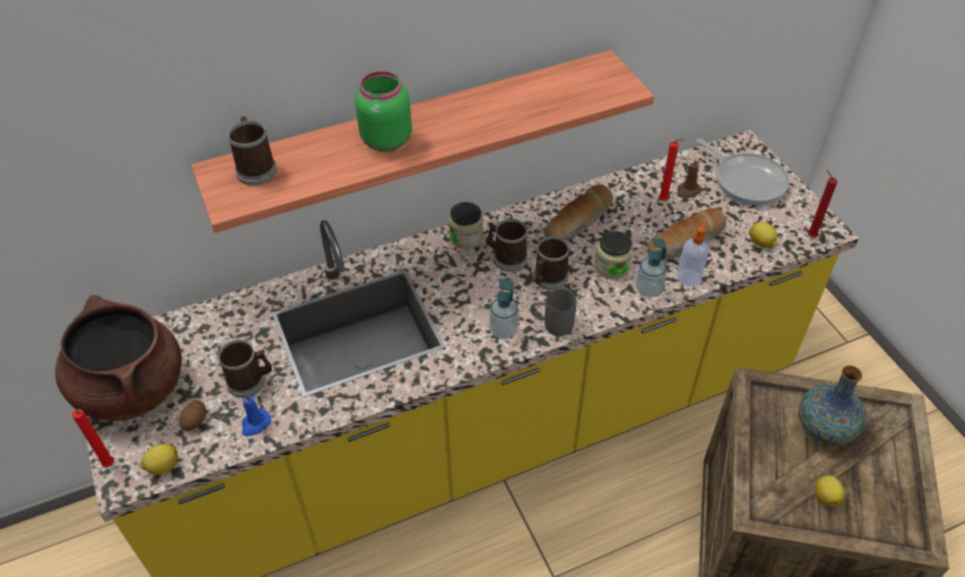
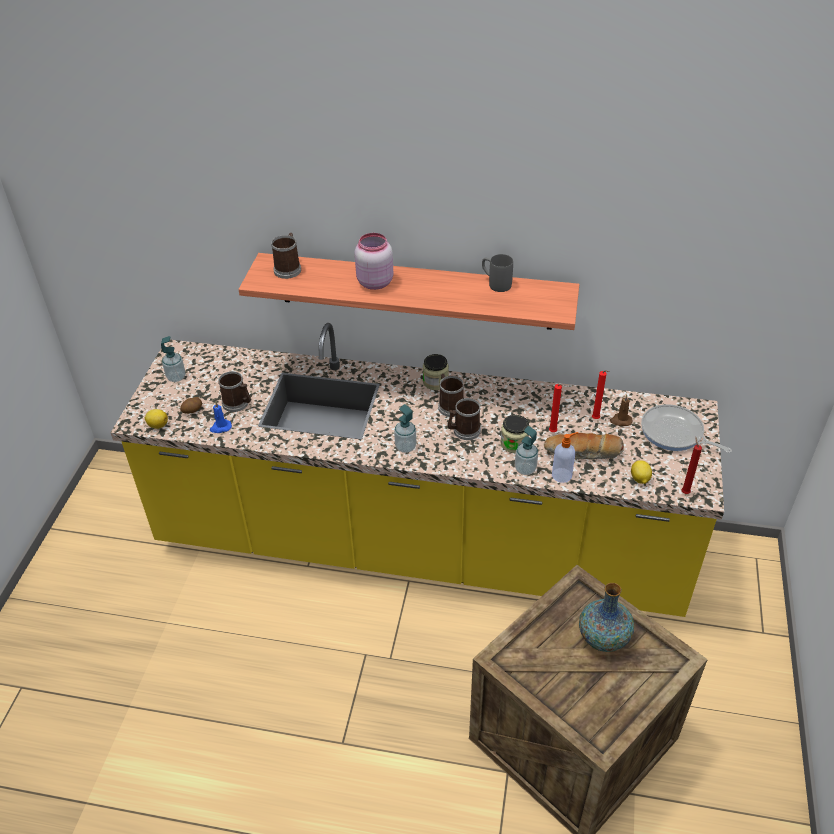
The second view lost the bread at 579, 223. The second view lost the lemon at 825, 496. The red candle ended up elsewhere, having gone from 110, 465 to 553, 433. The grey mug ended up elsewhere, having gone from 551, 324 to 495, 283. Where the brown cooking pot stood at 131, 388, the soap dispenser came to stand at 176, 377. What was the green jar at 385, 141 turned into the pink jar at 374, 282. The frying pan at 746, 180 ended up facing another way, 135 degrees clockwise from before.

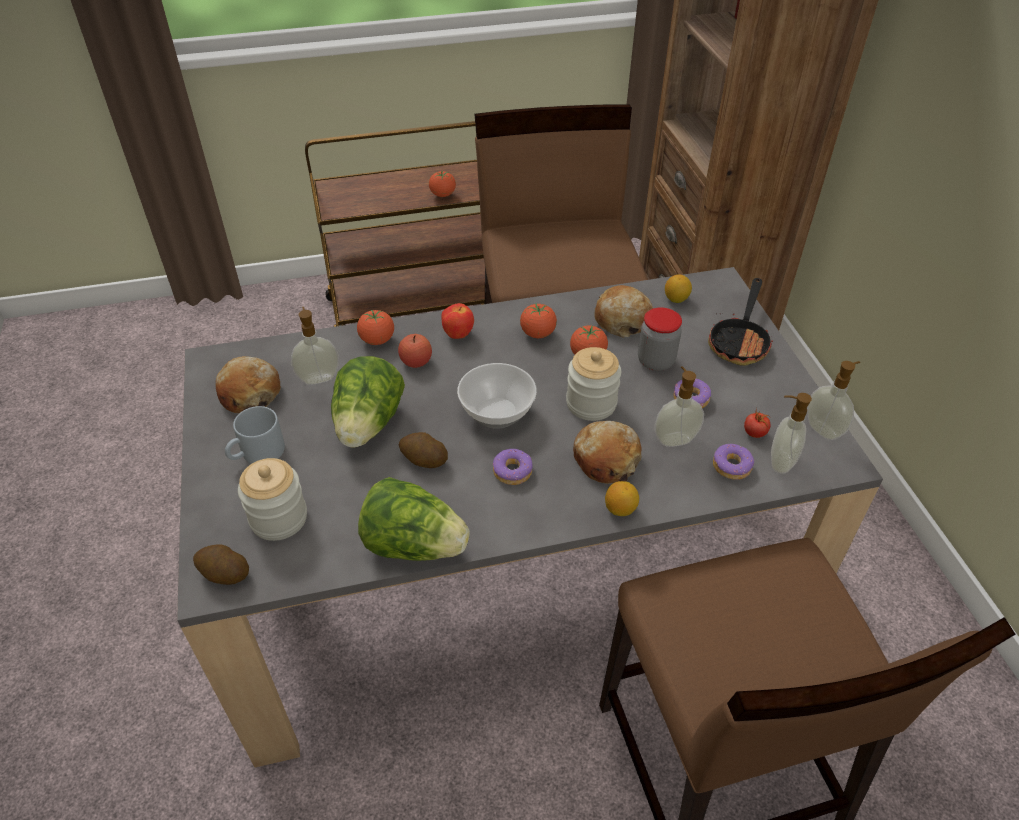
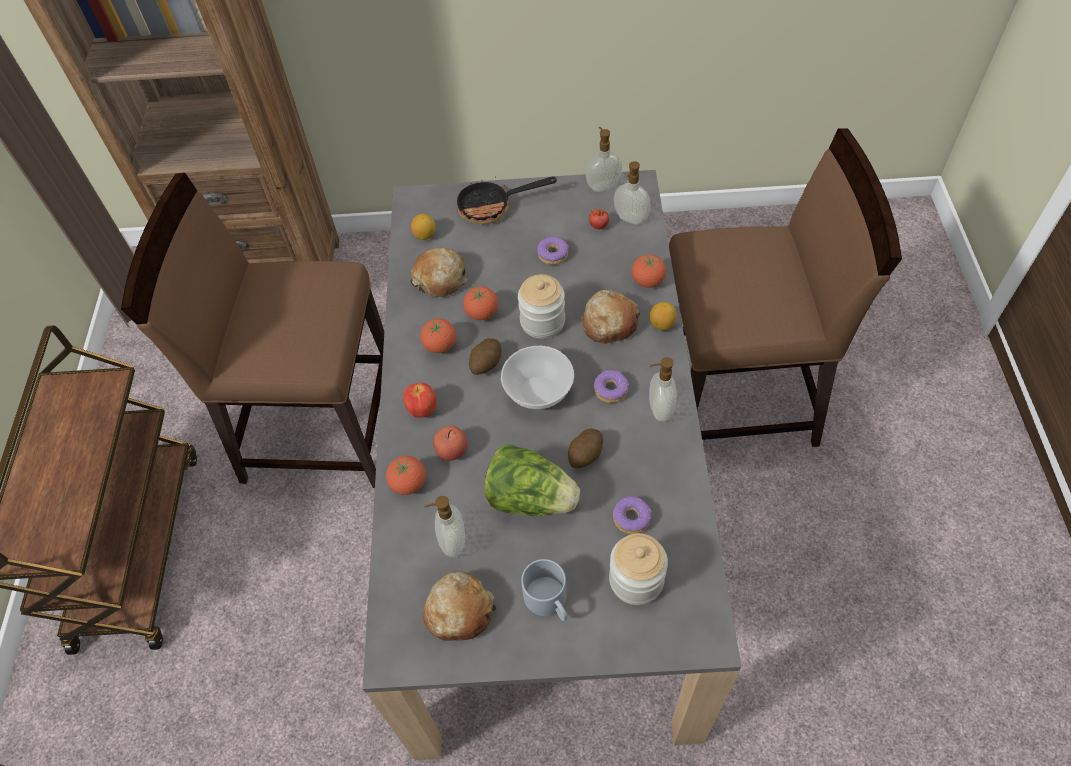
The second view lost the lettuce at 414, 545. The second view lost the jar at 655, 361. The potato ended up elsewhere, having gone from 224, 574 to 486, 364. The tomato ended up elsewhere, having gone from 442, 195 to 647, 281. The soap dispenser ended up elsewhere, having gone from 674, 439 to 659, 409. The donut ended up elsewhere, having gone from 732, 466 to 631, 518. The frying pan at 740, 341 ended up facing another way, 135 degrees clockwise from before.

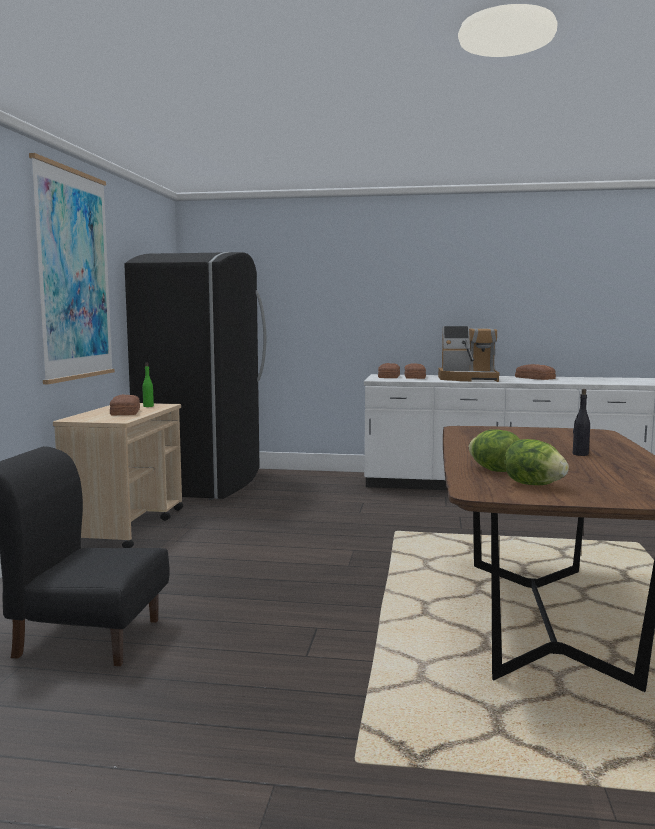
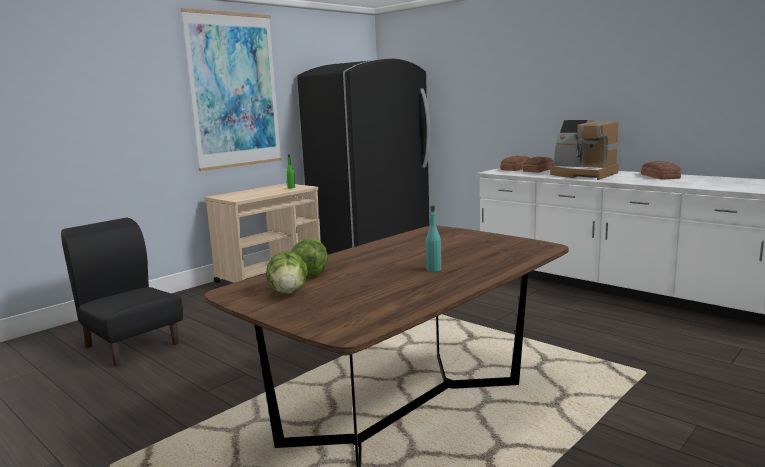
The second view lost the bread at 124, 412. What was the black bottle at 580, 454 turned into the turquoise bottle at 433, 269.

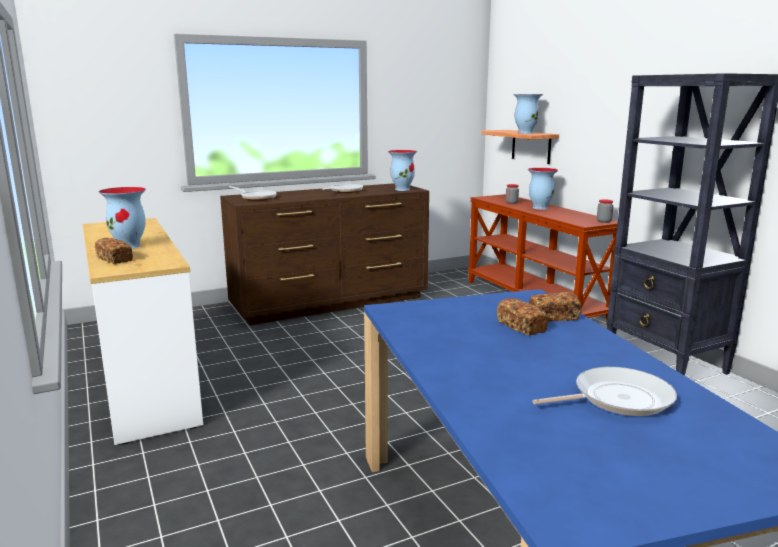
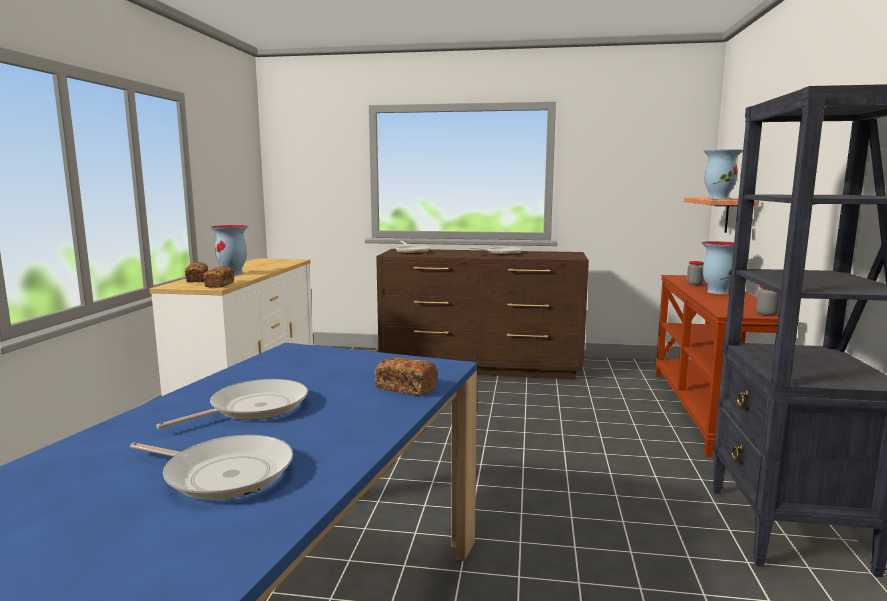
The second view lost the vase at 402, 189. The second view gained the frying pan at 253, 408. The bread ended up elsewhere, having gone from 521, 327 to 220, 285.

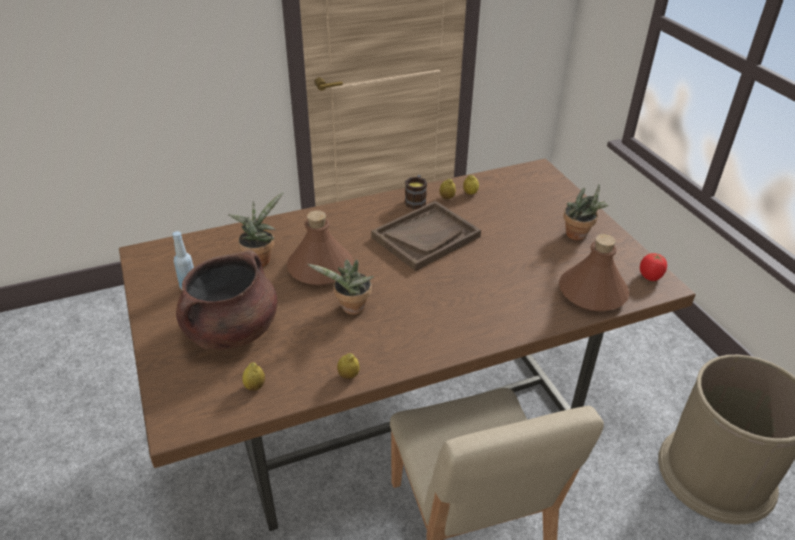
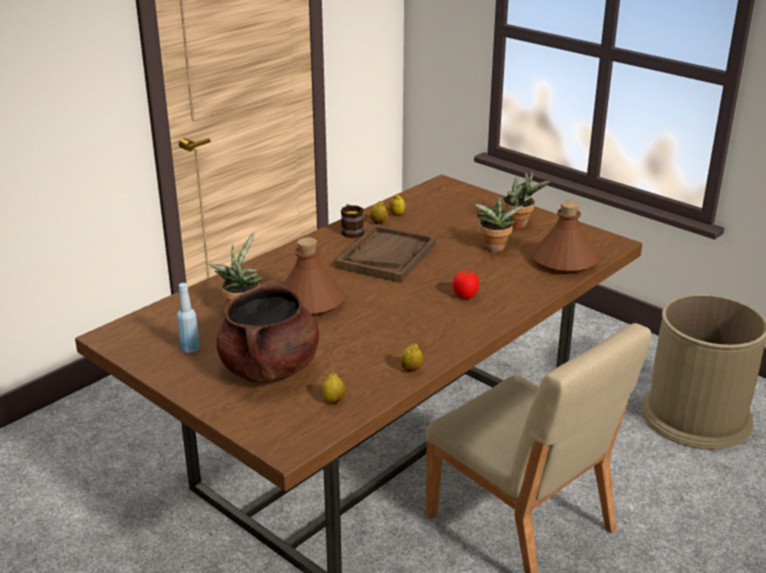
The potted plant ended up elsewhere, having gone from 350, 309 to 494, 249. The tomato ended up elsewhere, having gone from 650, 276 to 465, 295.

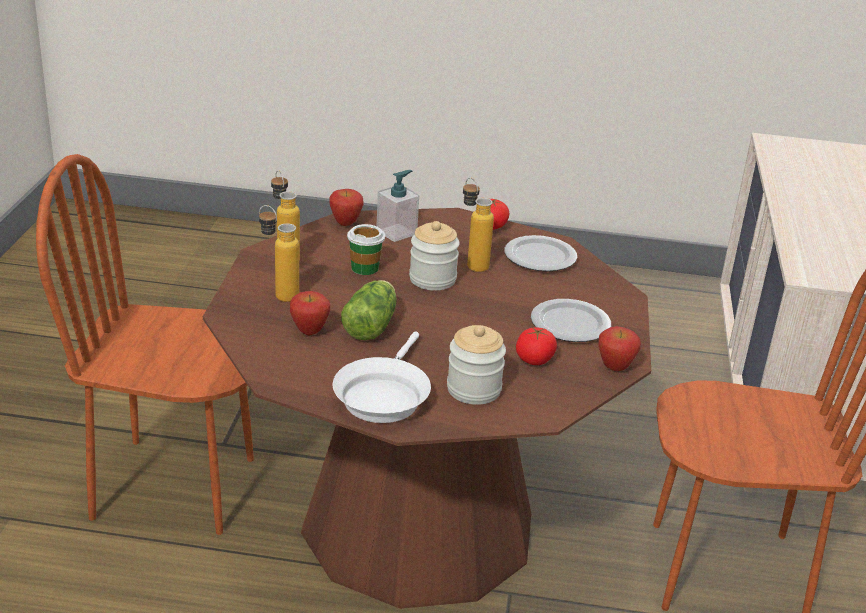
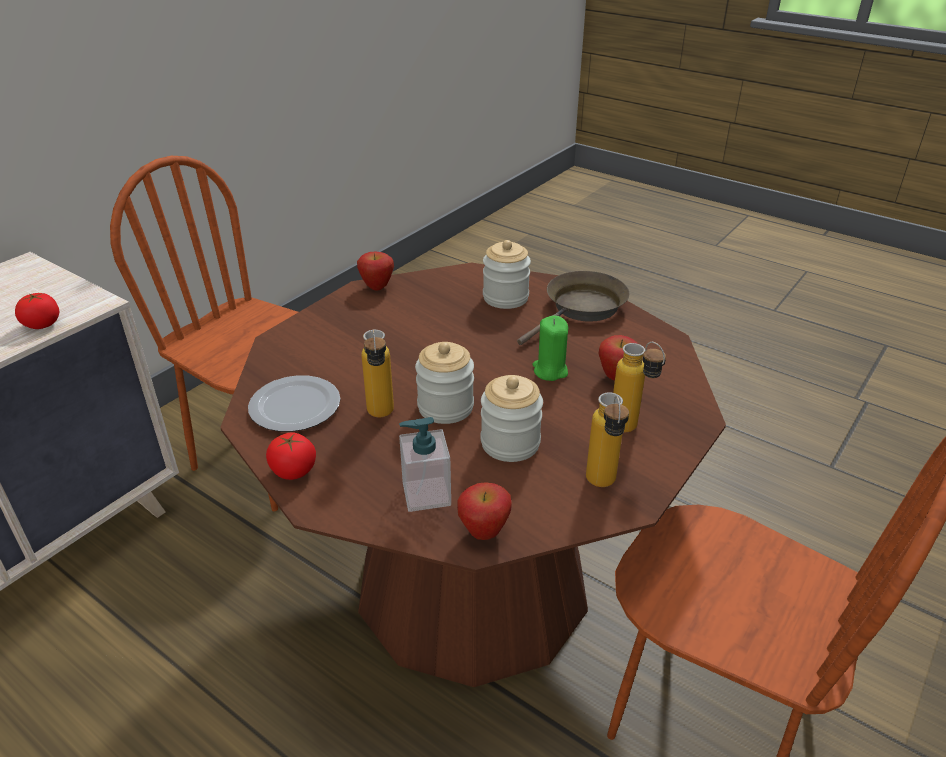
The second view lost the plate at 571, 324. The tomato ended up elsewhere, having gone from 534, 360 to 42, 324. Where the lettuce stood at 372, 324, the green candle came to stand at 550, 370. Where the cup stood at 365, 268, the jar came to stand at 510, 443. What was the white frying pan at 383, 396 turned into the brown frying pan at 581, 309.

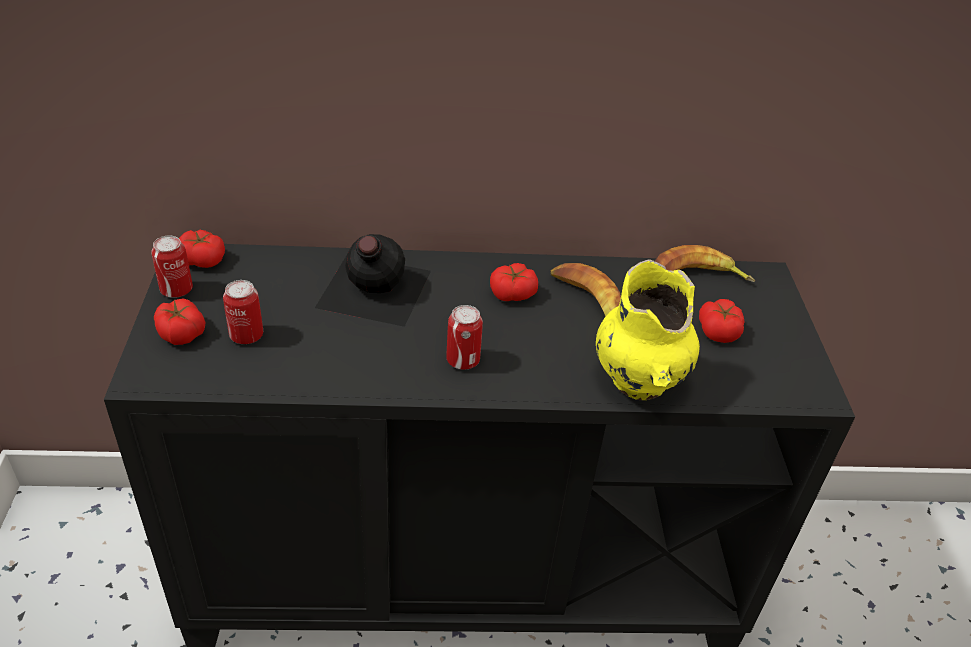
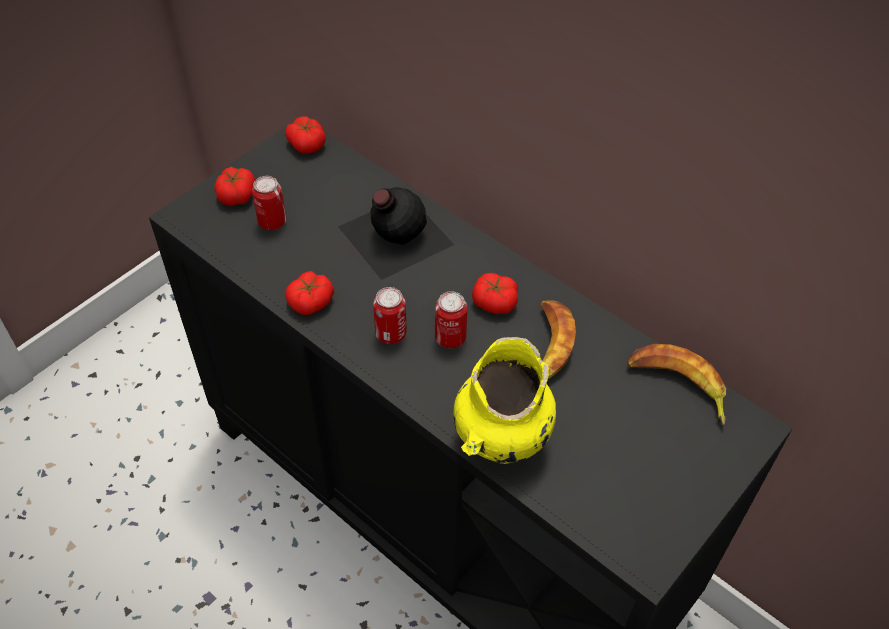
The can ended up elsewhere, having gone from 176, 290 to 450, 338. The tomato ended up elsewhere, having gone from 718, 331 to 311, 301.

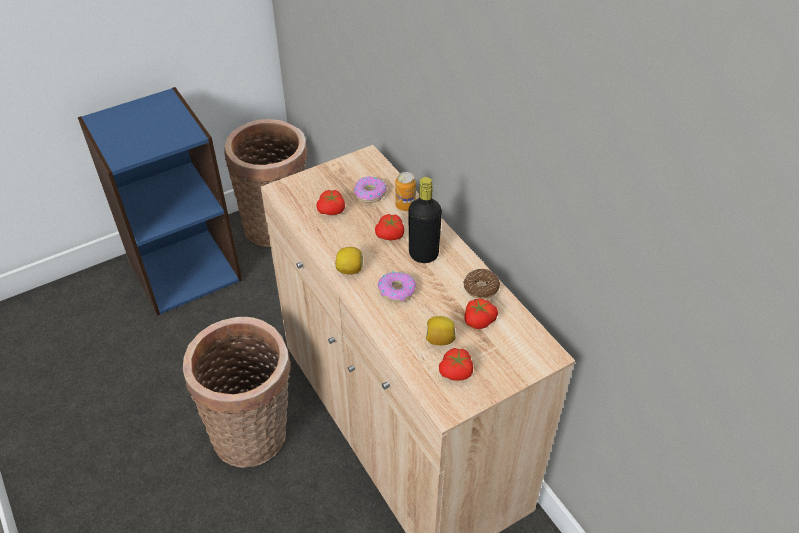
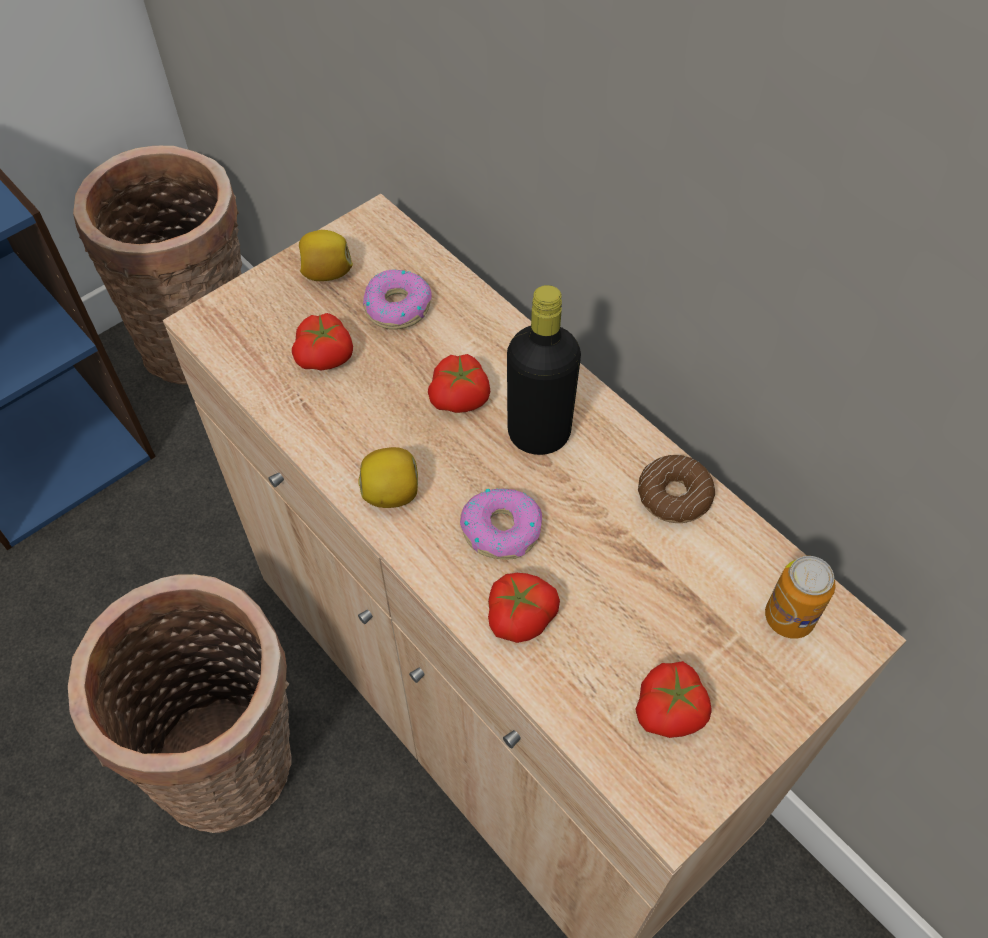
The can ended up elsewhere, having gone from 405, 205 to 789, 617. The lemon ended up elsewhere, having gone from 439, 339 to 326, 273. The tomato ended up elsewhere, having gone from 478, 320 to 519, 615.

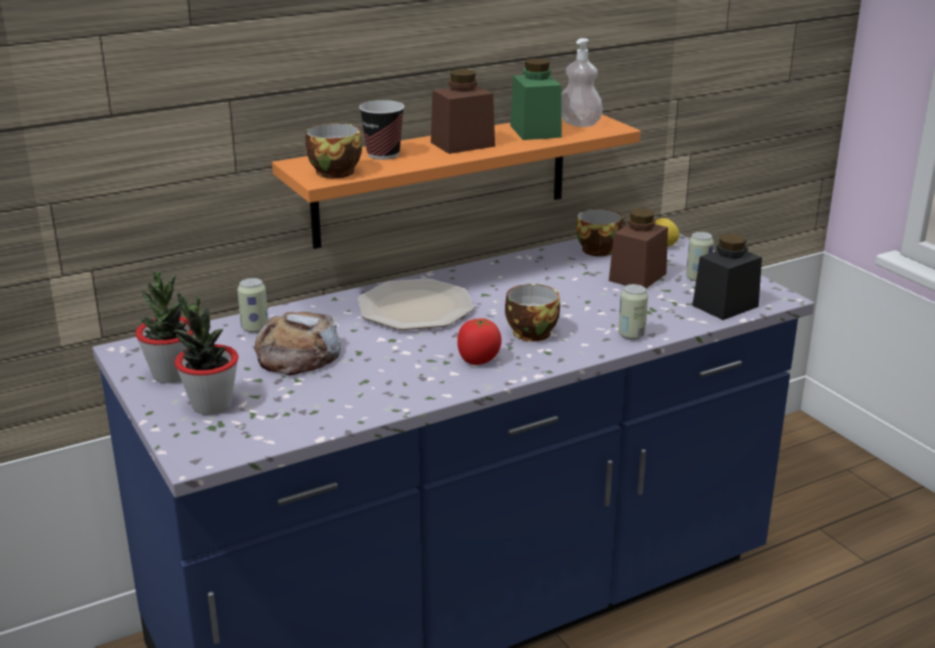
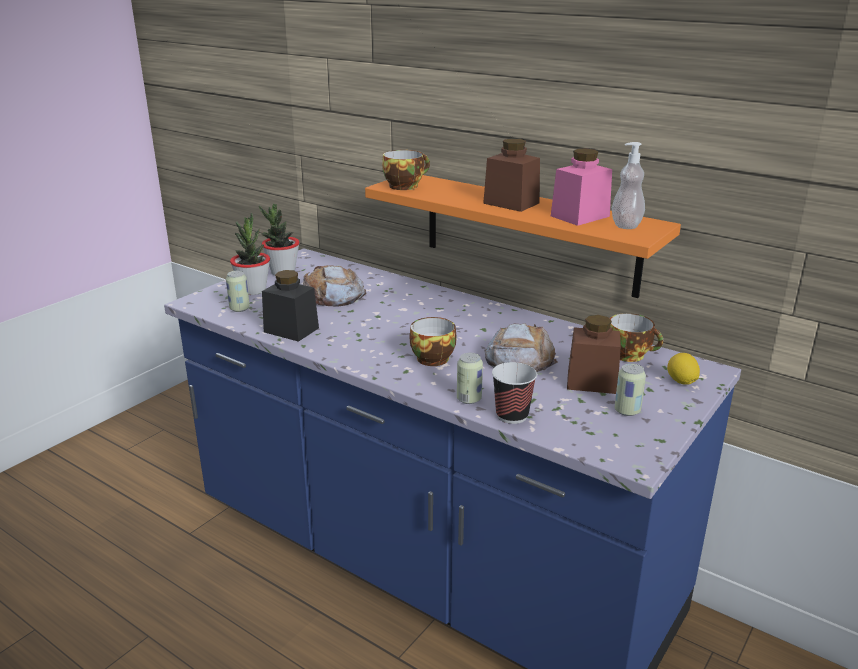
The second view lost the plate at 416, 307. The second view lost the tomato at 478, 360. The second view gained the bread at 519, 359. The can ended up elsewhere, having gone from 255, 328 to 239, 309. The cup ended up elsewhere, having gone from 383, 154 to 512, 415. The black jar ended up elsewhere, having gone from 725, 306 to 291, 330. What was the green jar at 535, 131 turned into the pink jar at 580, 216.

